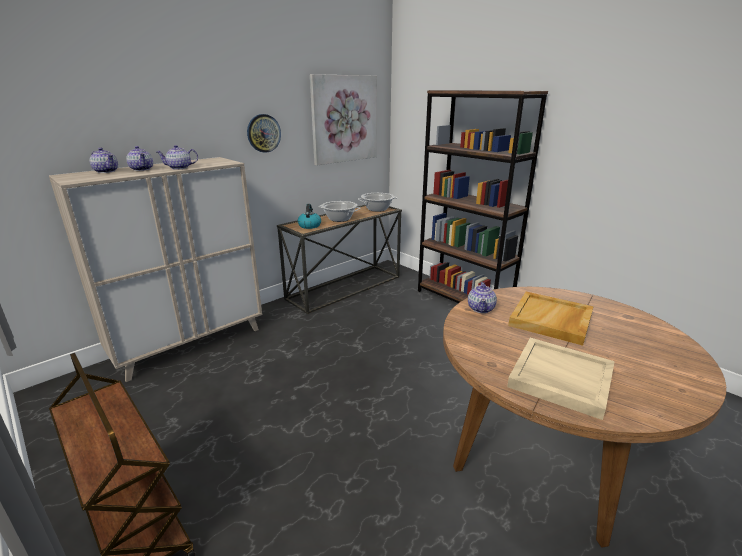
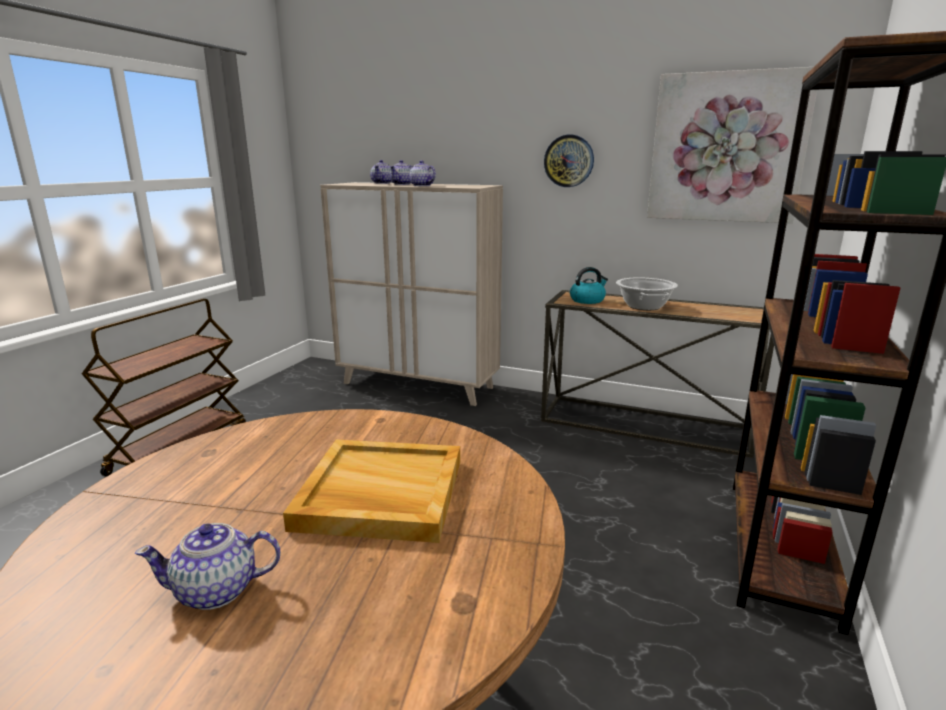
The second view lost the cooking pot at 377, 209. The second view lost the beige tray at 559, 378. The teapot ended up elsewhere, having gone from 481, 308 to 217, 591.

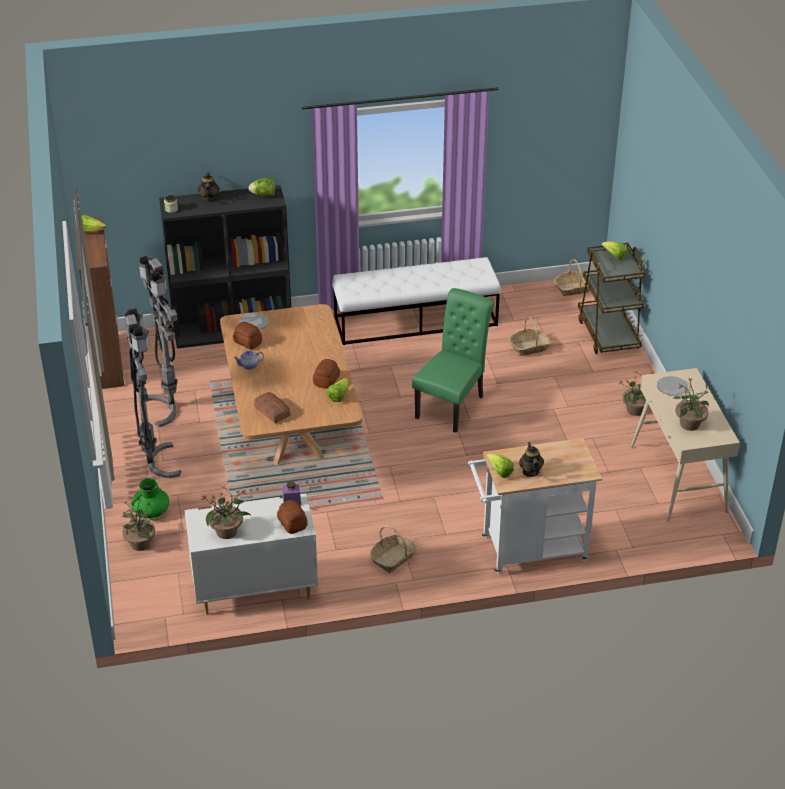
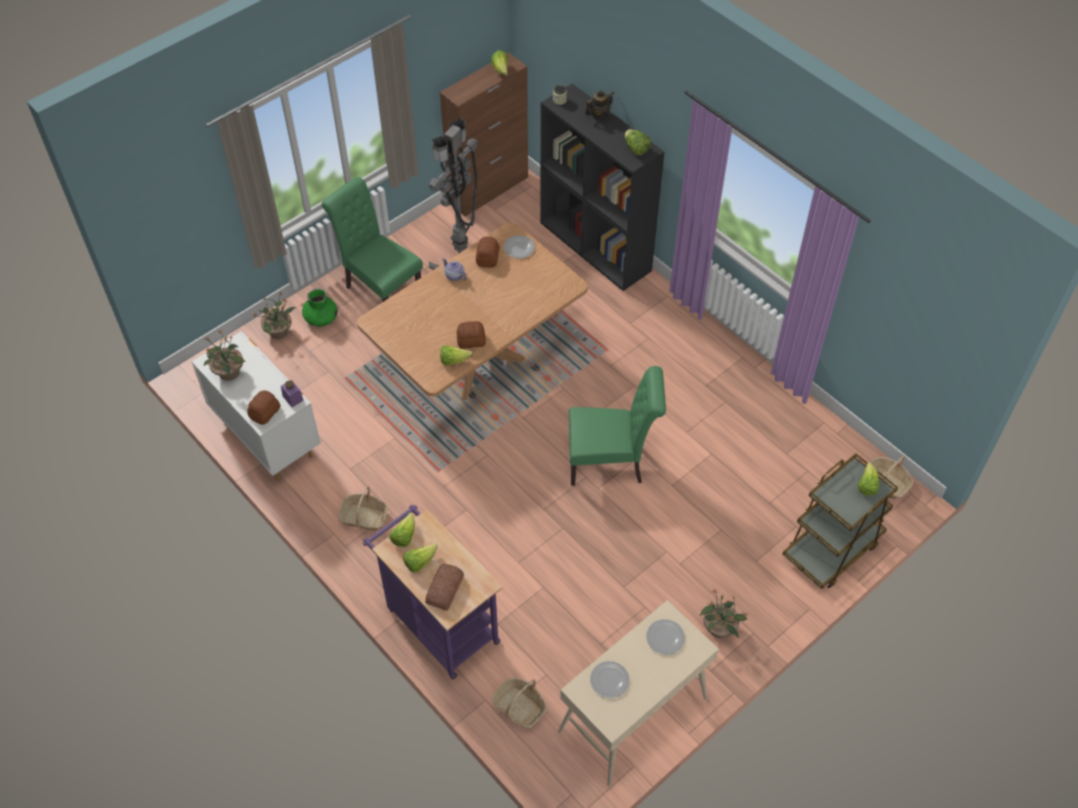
The second view lost the white bench at 416, 321. The bread ended up elsewhere, having gone from 272, 410 to 446, 589. The basket ended up elsewhere, having gone from 529, 347 to 519, 707. Where the grey floor lamp stood at 154, 464, the green chair came to stand at 379, 289. Where the teapot stood at 530, 471, the lettuce came to stand at 419, 562. Where the potted plant stood at 689, 424, the plate came to stand at 609, 680. What was the white cart at 527, 550 turned into the purple cart at 438, 621.

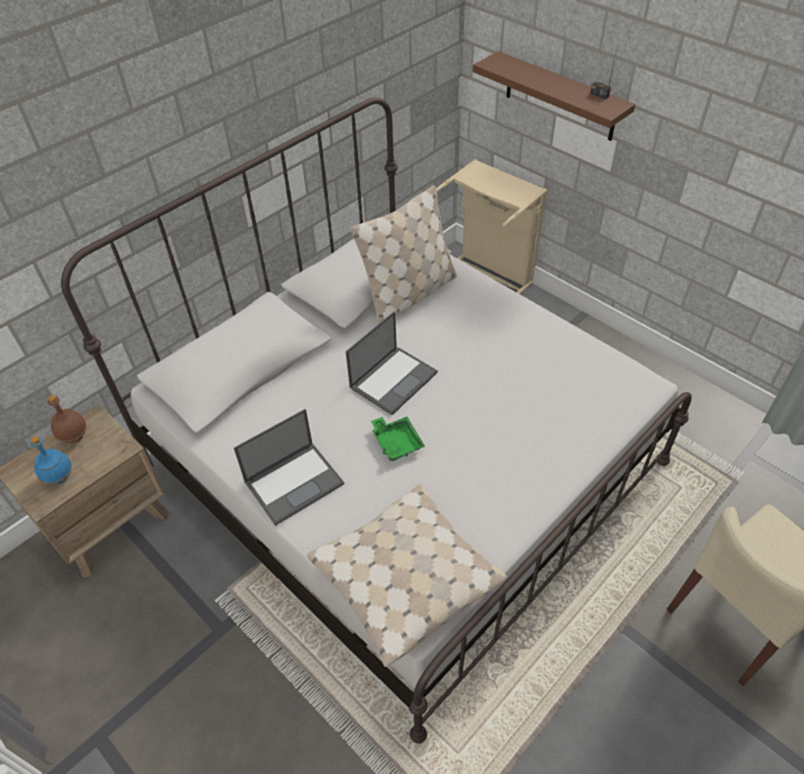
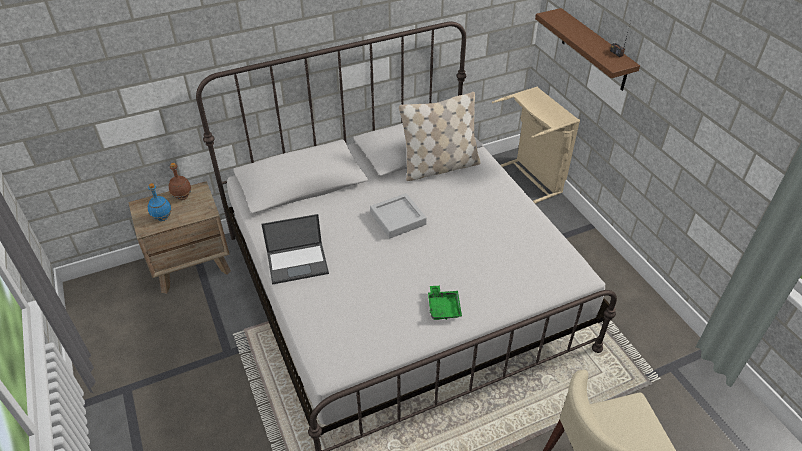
The second view lost the beige pillow at 404, 578. The green tray ended up elsewhere, having gone from 397, 442 to 443, 307. Where the laptop stood at 394, 379, the grey tray came to stand at 398, 219.

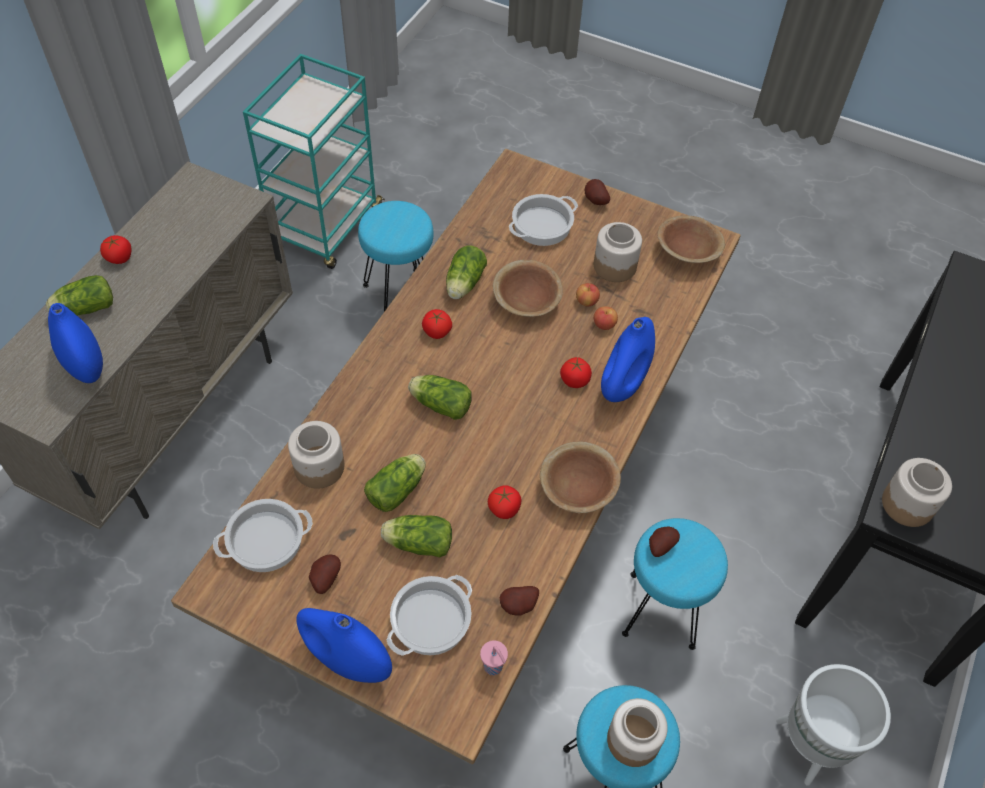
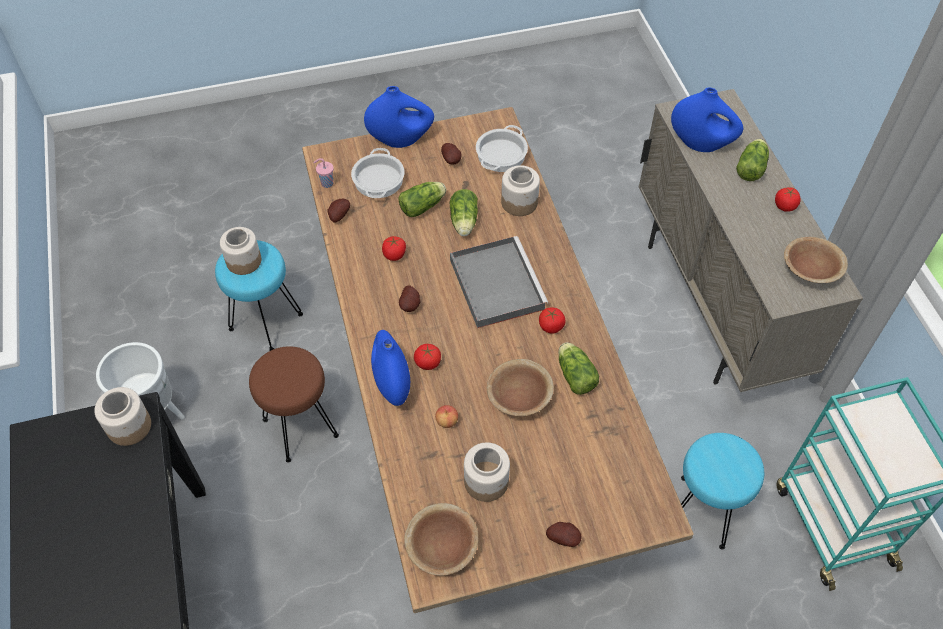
The second view lost the cooking pot at 542, 226. The second view lost the apple at 586, 301. The brown bowl ended up elsewhere, having gone from 578, 488 to 810, 270. The potato ended up elsewhere, having gone from 660, 545 to 411, 305. Where the lettuce stood at 439, 404, the grey tray came to stand at 495, 283. What was the turquoise stool at 661, 611 turned into the brown stool at 300, 426.

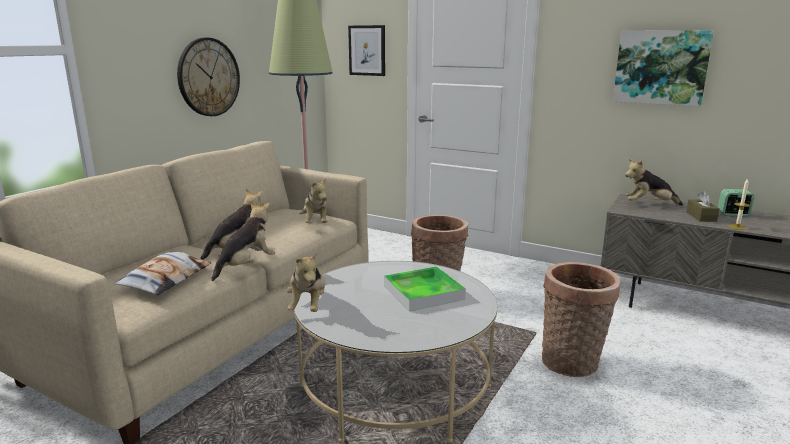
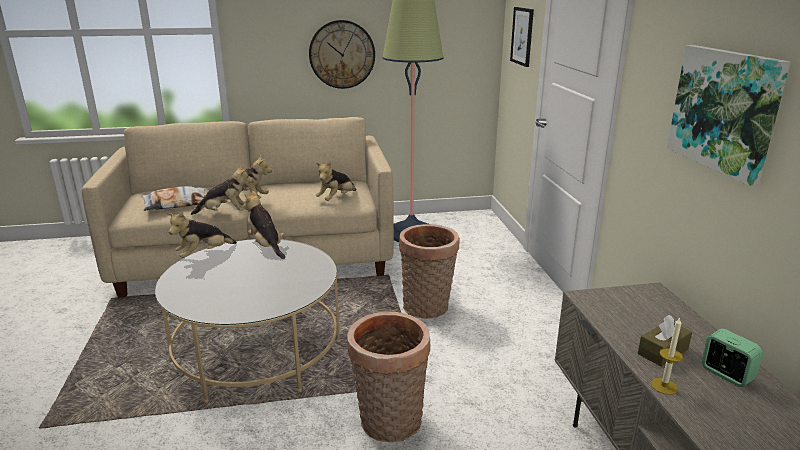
The second view lost the tray at 423, 292. The plush toy ended up elsewhere, having gone from 649, 205 to 266, 246.

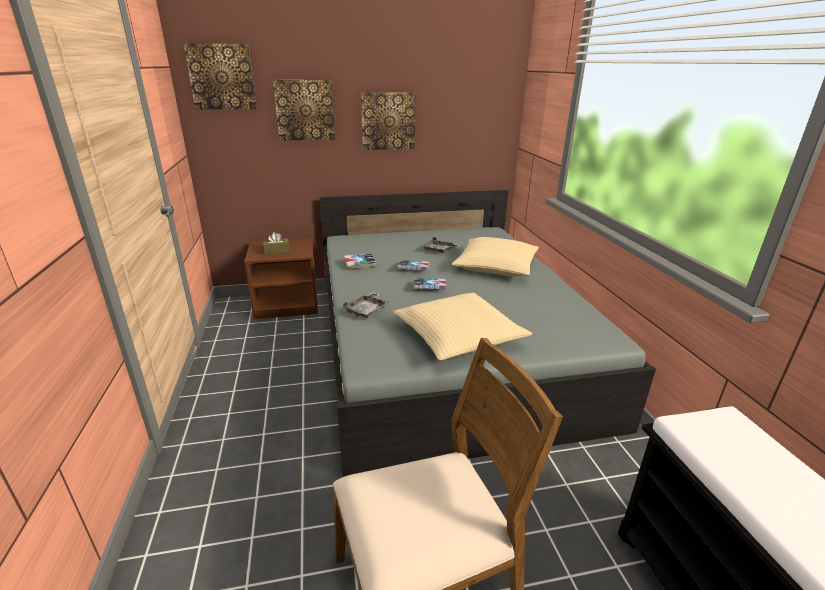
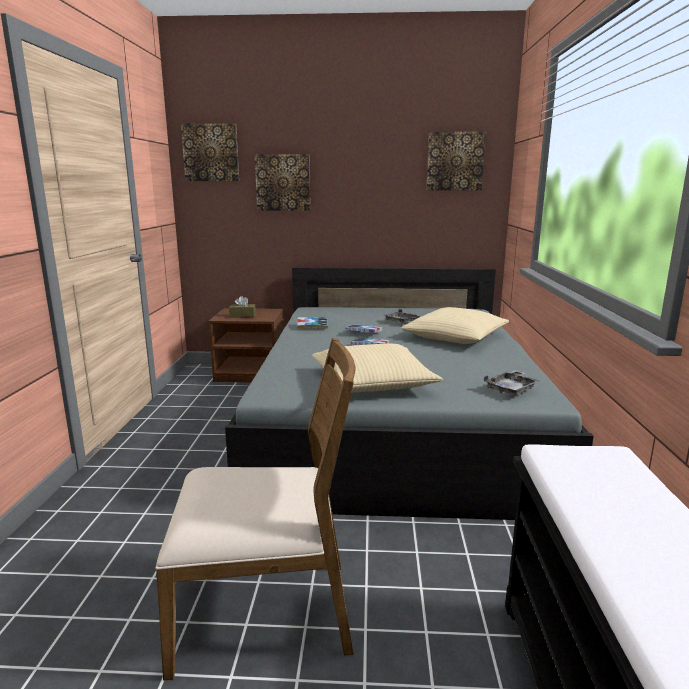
The grey tray ended up elsewhere, having gone from 367, 311 to 511, 389. The picture ended up elsewhere, having gone from 388, 121 to 455, 161.

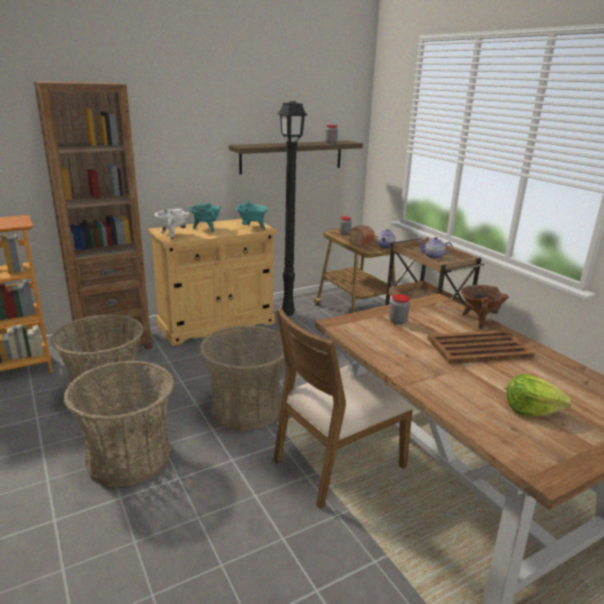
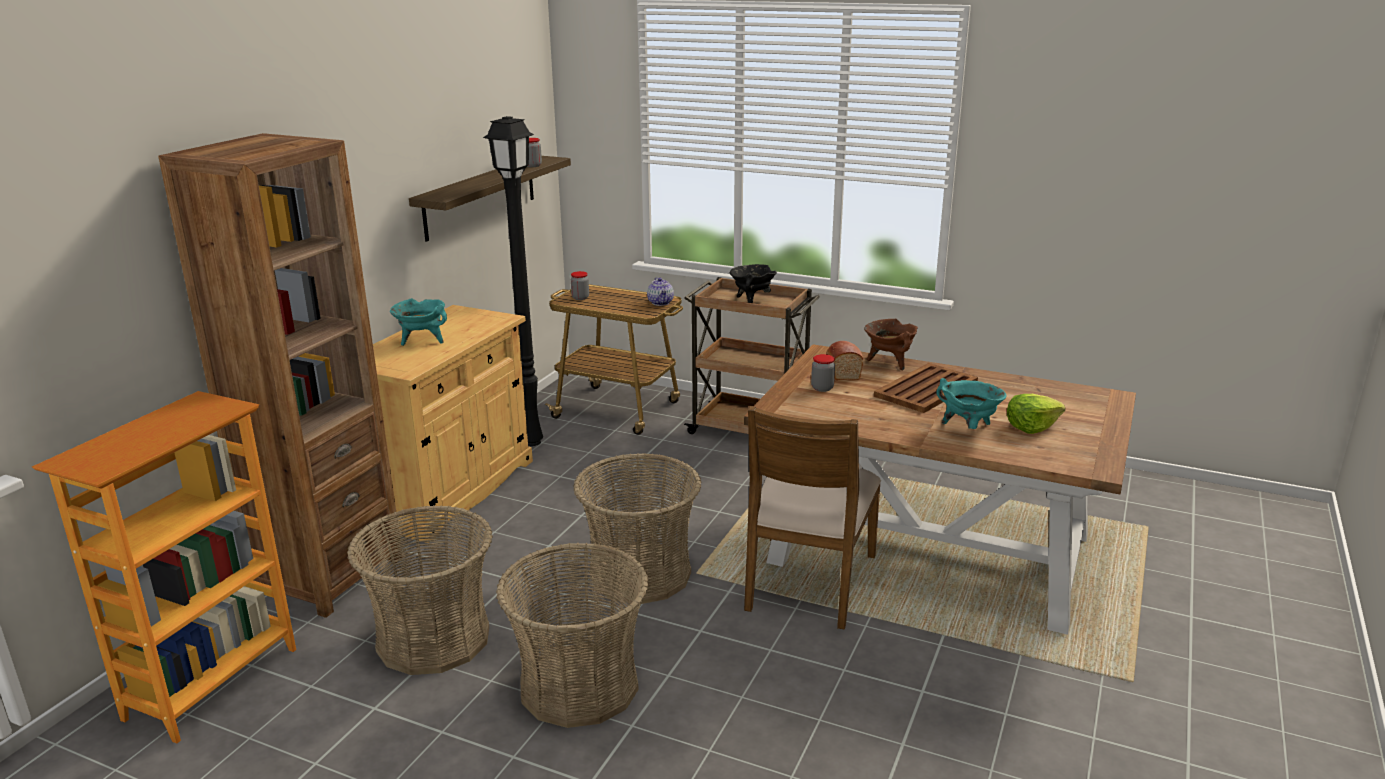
The second view lost the white cooking pot at 172, 235. The turquoise cooking pot ended up elsewhere, having gone from 252, 228 to 968, 429. The bread ended up elsewhere, having gone from 362, 241 to 842, 370. Where the teapot stood at 433, 256, the black cooking pot came to stand at 751, 301.

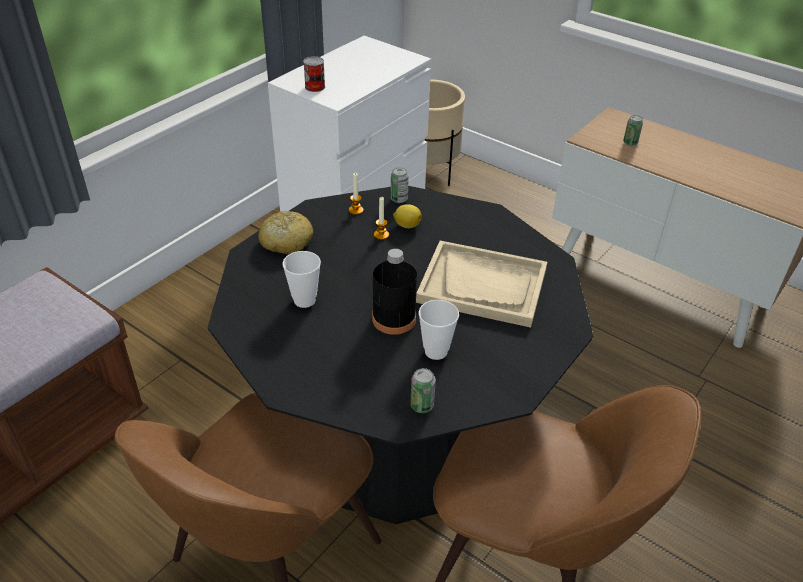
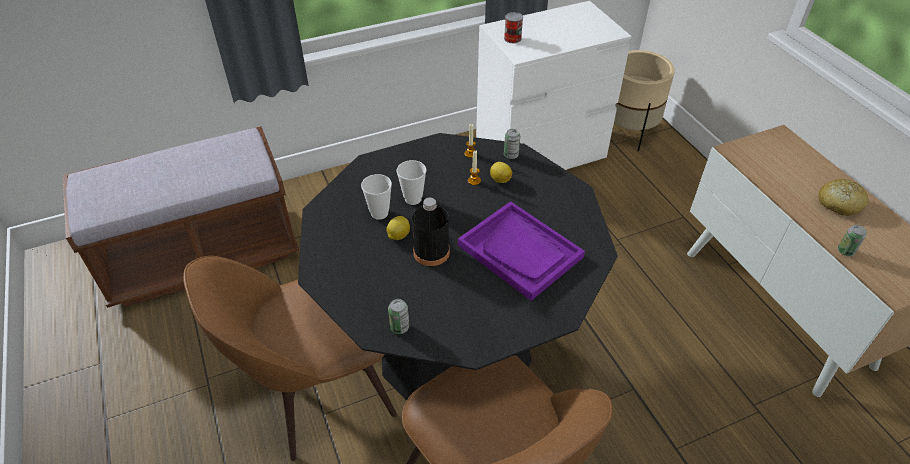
The second view gained the lemon at 398, 236. The bread ended up elsewhere, having gone from 286, 241 to 839, 204. The cup ended up elsewhere, having gone from 436, 351 to 413, 199. The can ended up elsewhere, having gone from 630, 143 to 845, 251. What was the beige tray at 483, 286 turned into the purple tray at 520, 251.

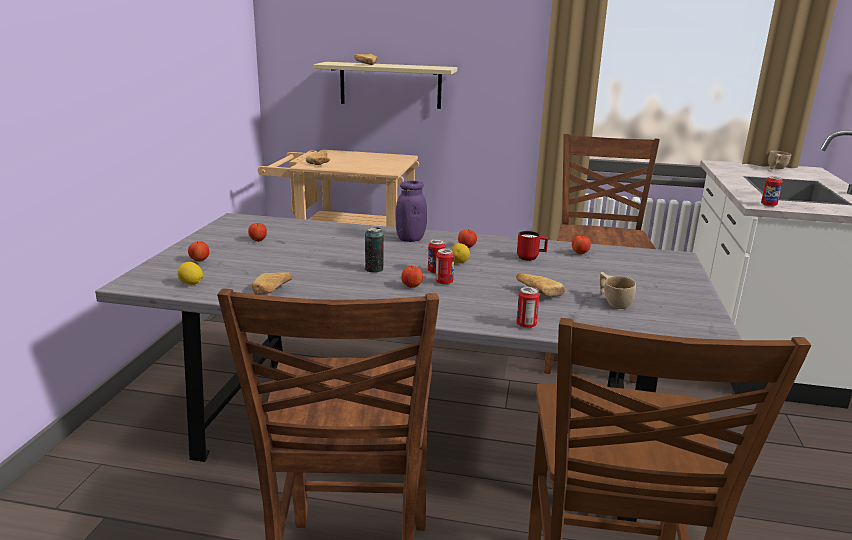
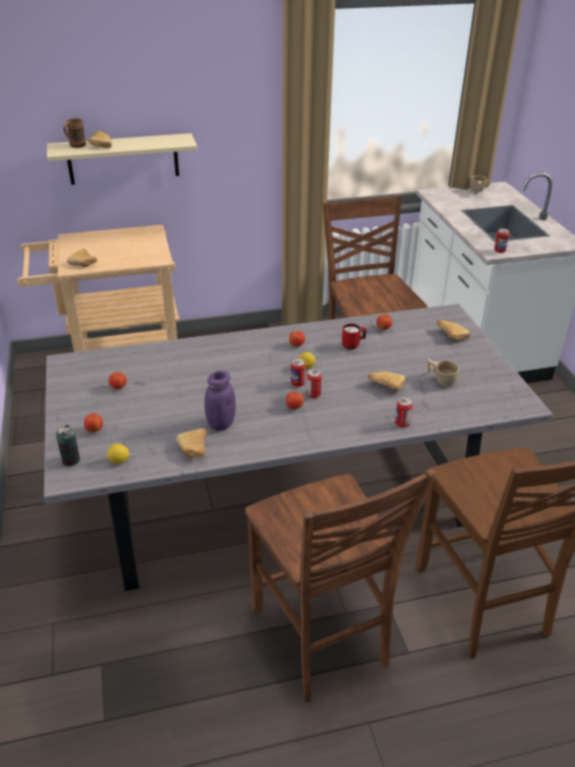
The second view gained the brown mug at 75, 146. The second view gained the bread at 450, 335. The can ended up elsewhere, having gone from 374, 269 to 71, 460. The purple jar ended up elsewhere, having gone from 410, 239 to 221, 424.

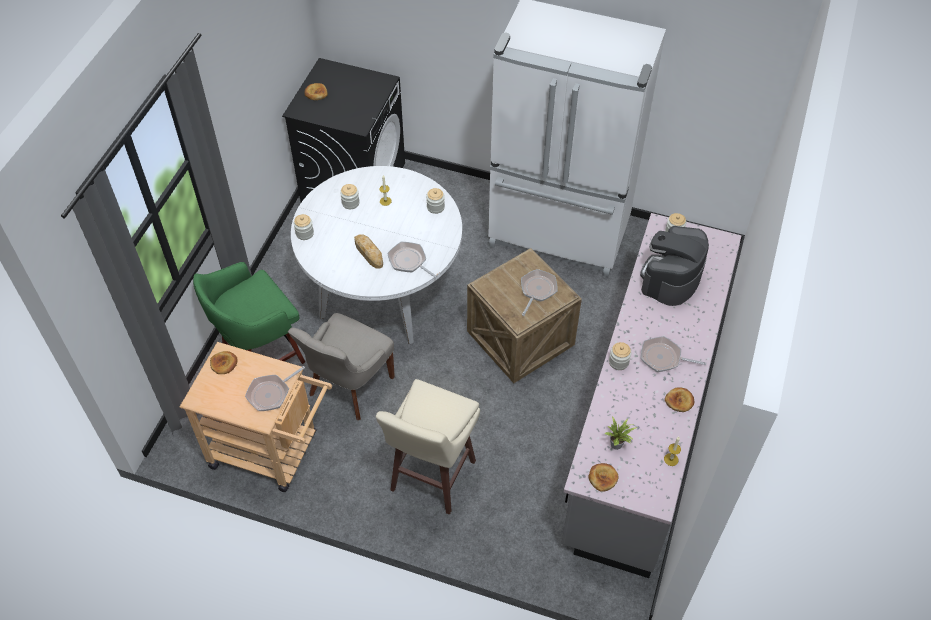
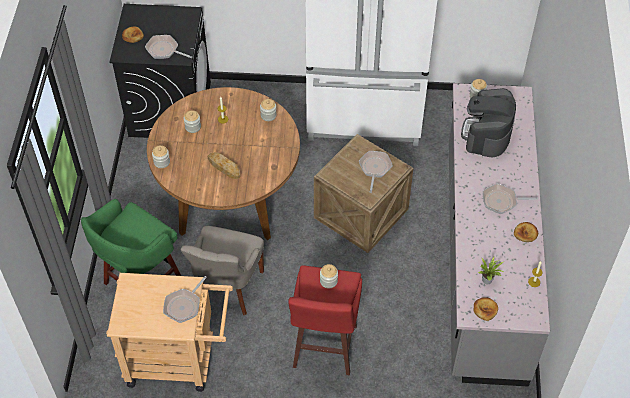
The second view lost the bread at 224, 364. The frying pan ended up elsewhere, having gone from 409, 261 to 164, 50. The jar ended up elsewhere, having gone from 618, 362 to 328, 281. What was the white dining table at 383, 293 turned into the brown dining table at 229, 201. What was the beige stool at 431, 477 turned into the red stool at 324, 348.

